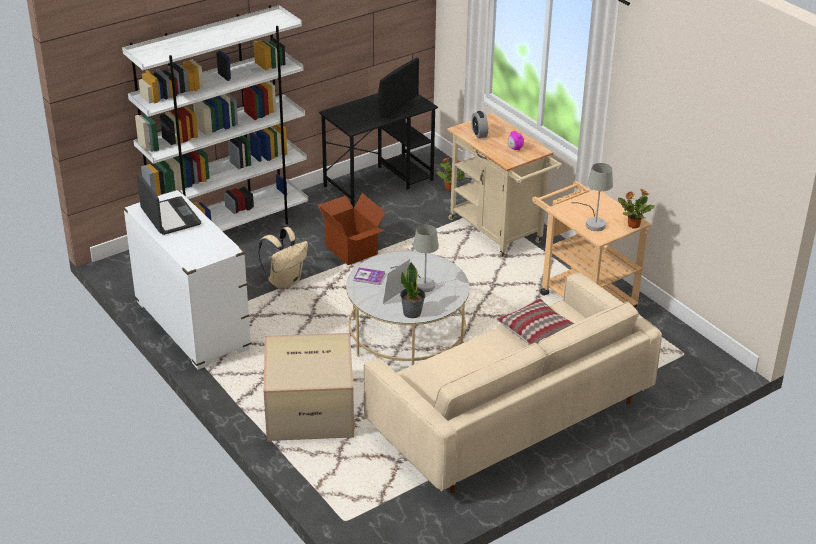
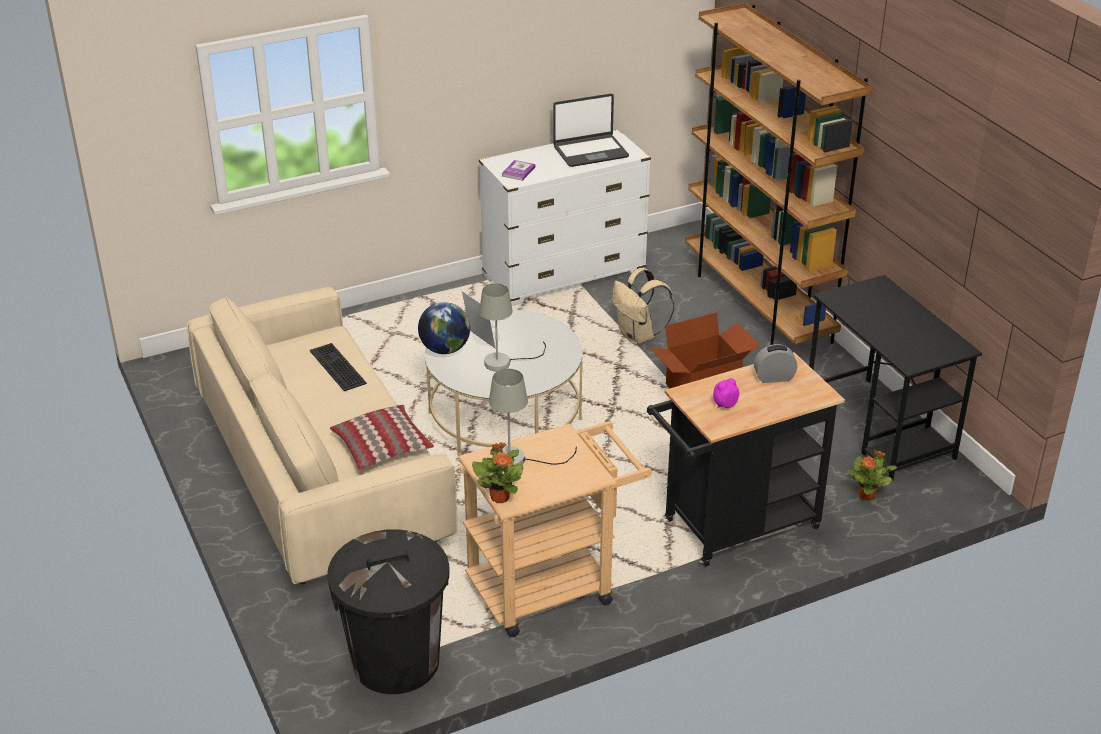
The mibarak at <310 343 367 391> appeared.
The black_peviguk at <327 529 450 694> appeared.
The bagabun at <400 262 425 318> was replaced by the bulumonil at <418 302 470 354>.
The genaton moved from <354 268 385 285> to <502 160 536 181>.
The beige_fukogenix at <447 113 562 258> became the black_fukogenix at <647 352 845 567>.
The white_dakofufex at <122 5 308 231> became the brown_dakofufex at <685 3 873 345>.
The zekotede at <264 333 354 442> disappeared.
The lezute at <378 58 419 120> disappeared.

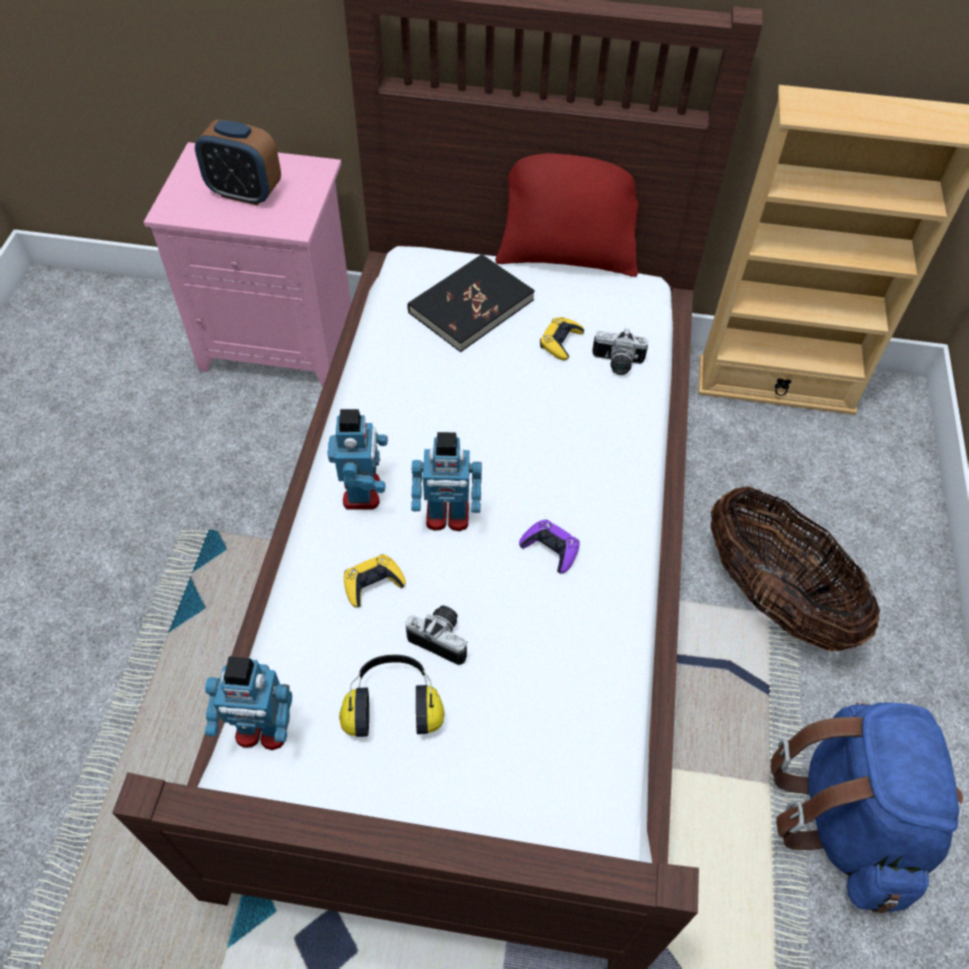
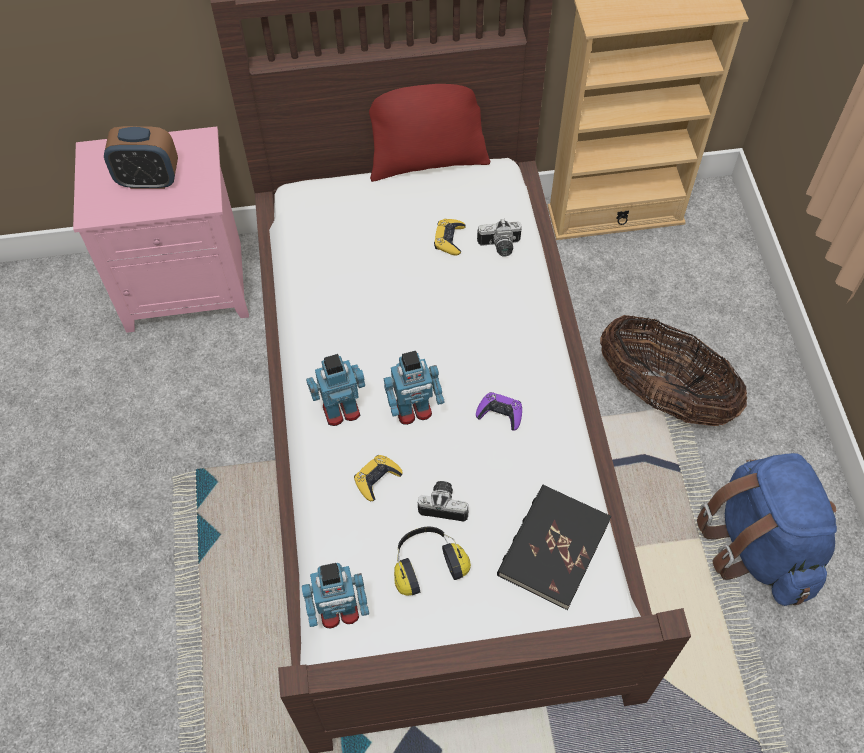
The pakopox at <327 409 388 510> turned 90 degrees counterclockwise.
The black_genaton moved from <407 254 535 352> to <497 485 611 610>.

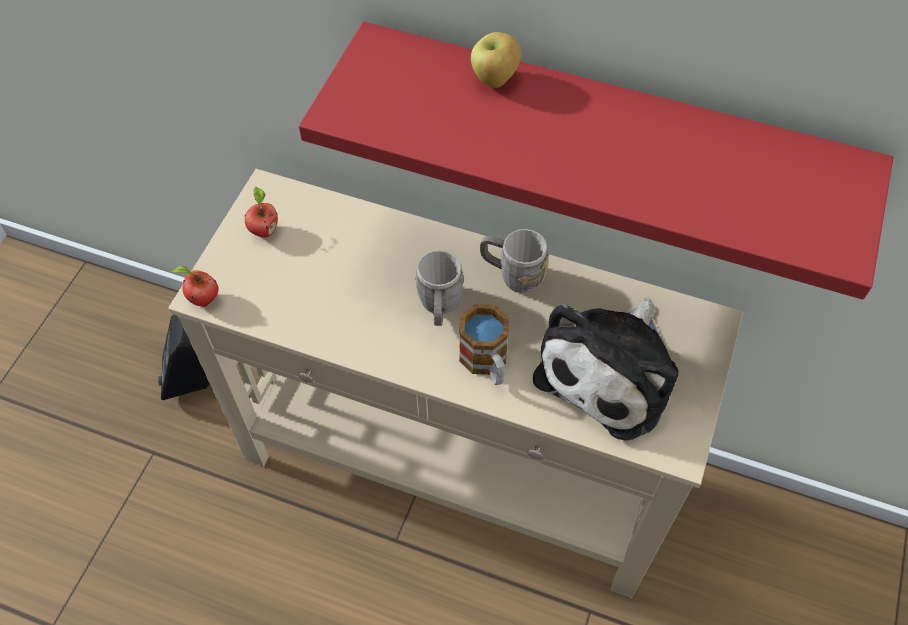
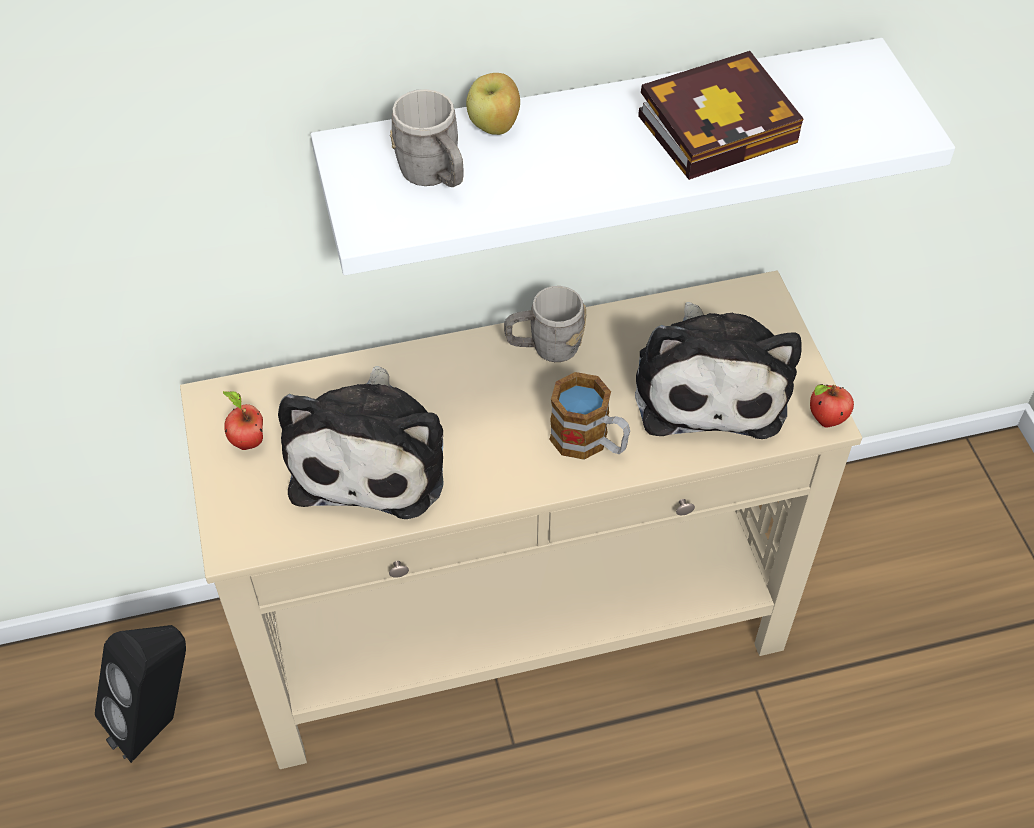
The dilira at <278 366 444 519> appeared.
The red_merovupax at <299 22 894 300> became the white_merovupax at <311 38 955 275>.
The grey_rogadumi moved from <415 250 464 326> to <390 89 463 187>.
The genaton at <638 51 804 180> appeared.
The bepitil moved from <171 266 218 307> to <810 384 854 427>.

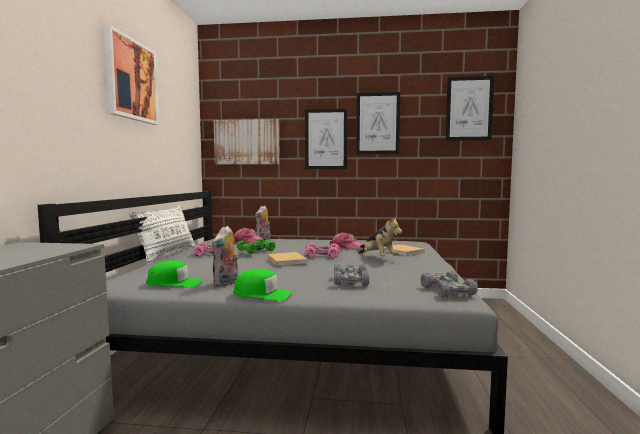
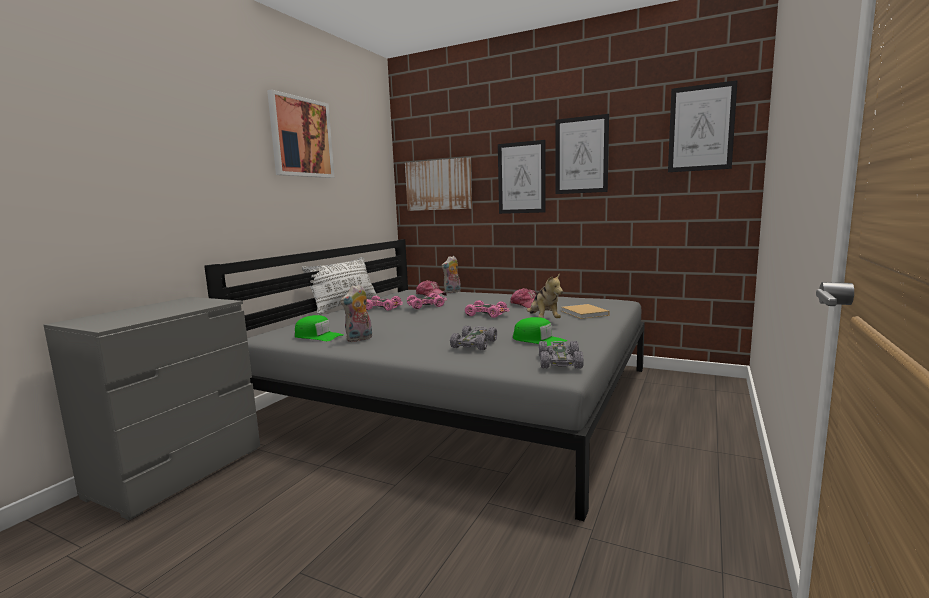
The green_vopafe at <237 238 275 254> became the pink_vopafe at <407 293 447 309>.
The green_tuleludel moved from <234 269 293 301> to <513 317 567 346>.
The beige_genaton at <268 252 308 266> disappeared.

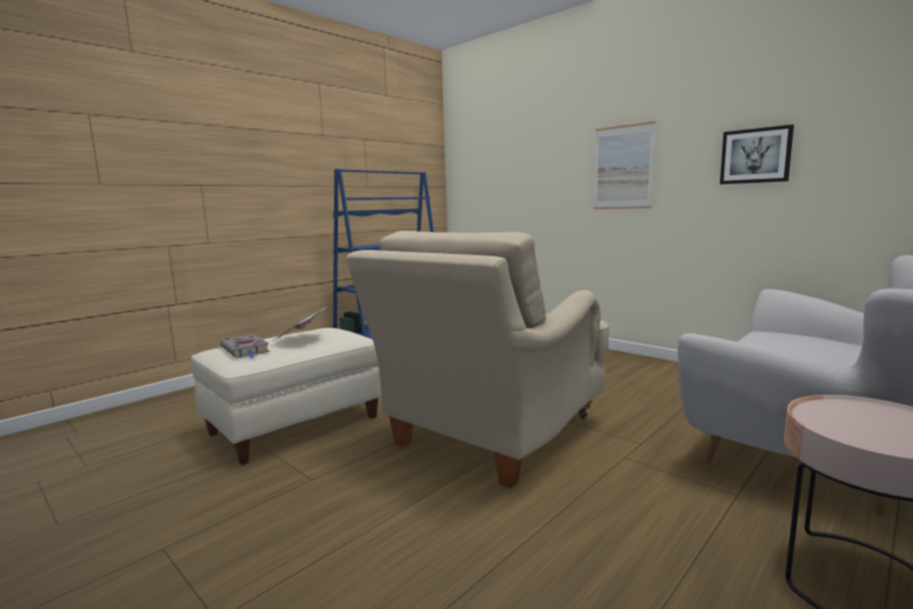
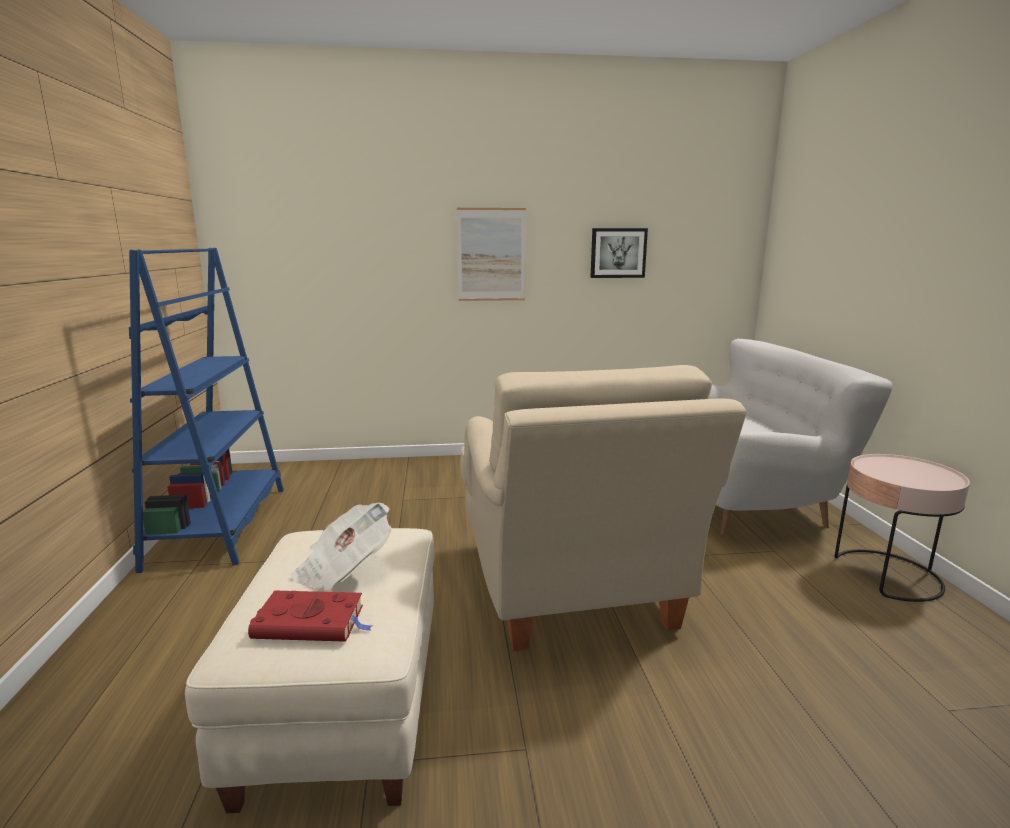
The grey_genaton at <220 334 270 359> became the red_genaton at <248 591 372 642>.

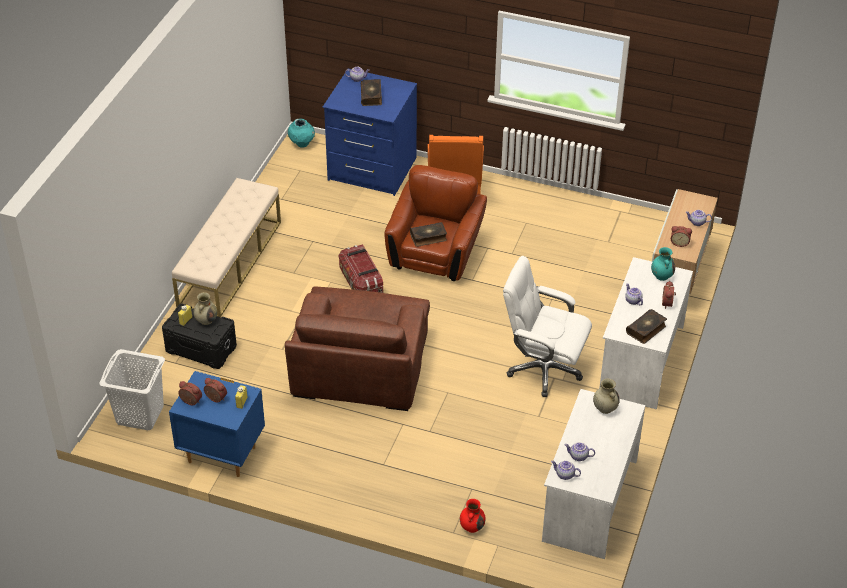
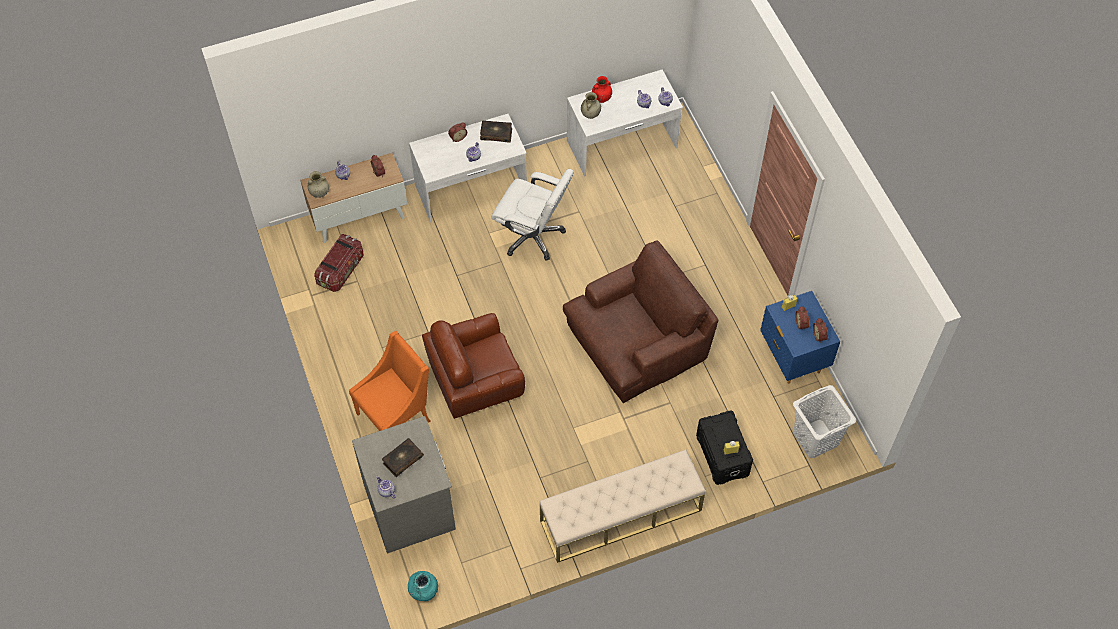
The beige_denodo moved from <193 292 217 325> to <308 171 329 198>.
The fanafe moved from <338 244 383 293> to <314 234 364 292>.
The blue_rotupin at <323 69 417 196> became the grey_rotupin at <352 416 456 554>.
The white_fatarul at <503 256 592 397> turned 45 degrees counterclockwise.
The red_denodo moved from <460 499 486 533> to <592 76 612 103>.
The genaton at <410 222 447 247> disappeared.
The turquoise_denodo at <651 247 675 281> disappeared.

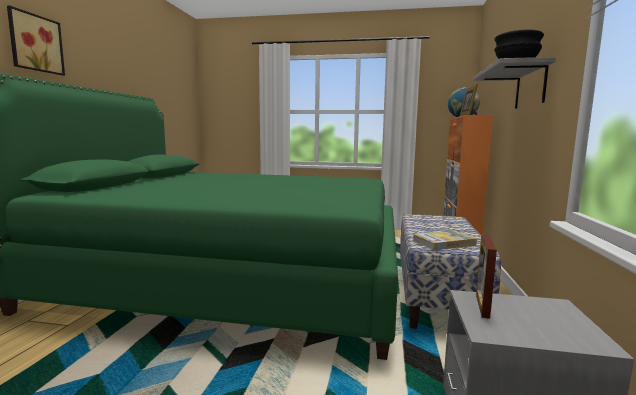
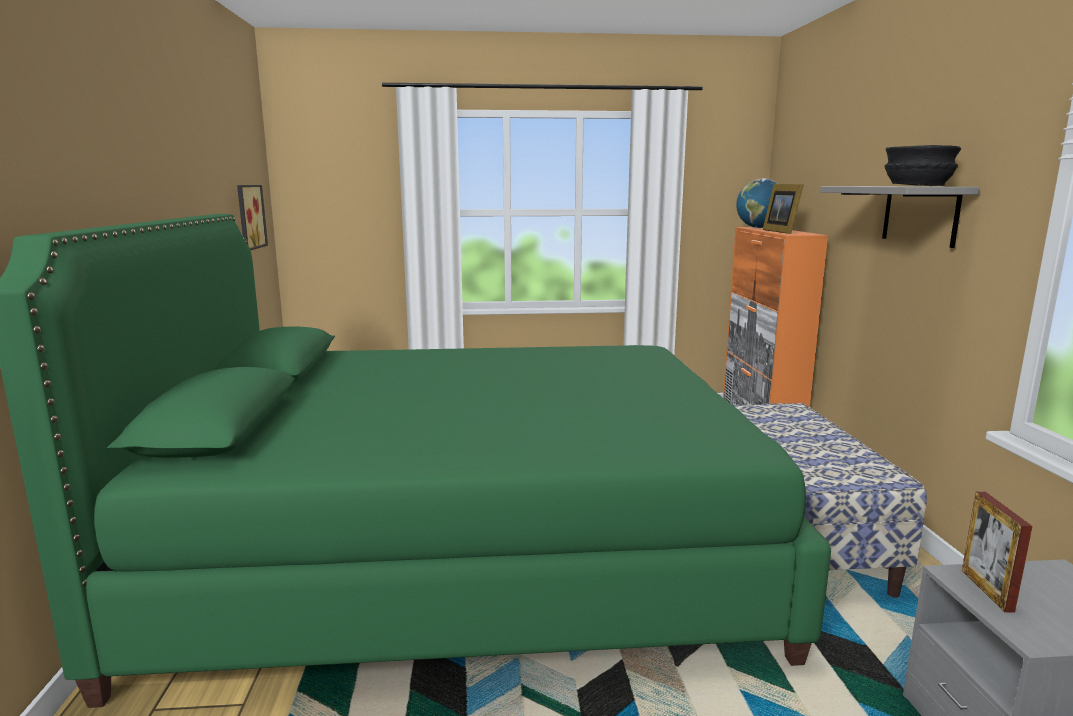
The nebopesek moved from <7 6 65 76> to <237 185 268 251>.
The genaton at <413 230 477 250> disappeared.

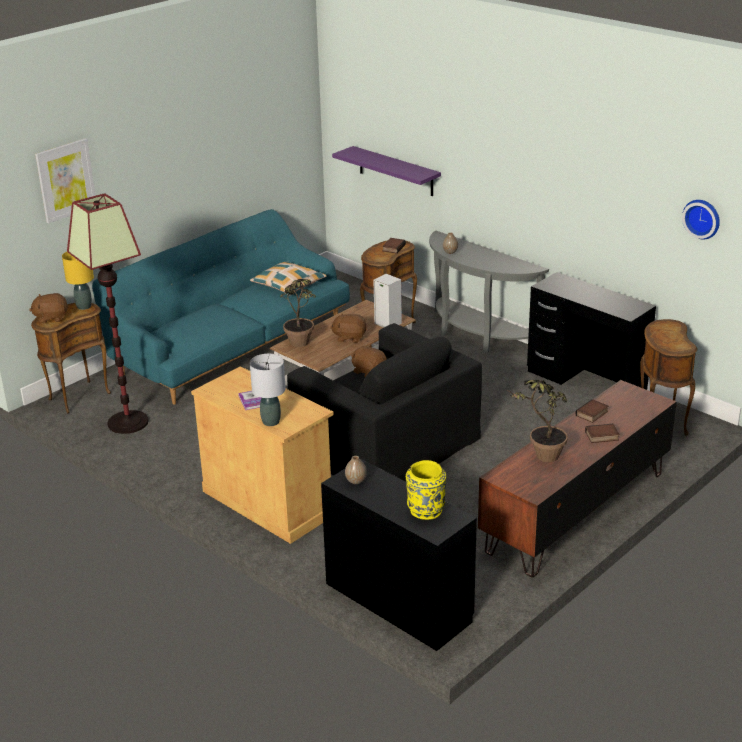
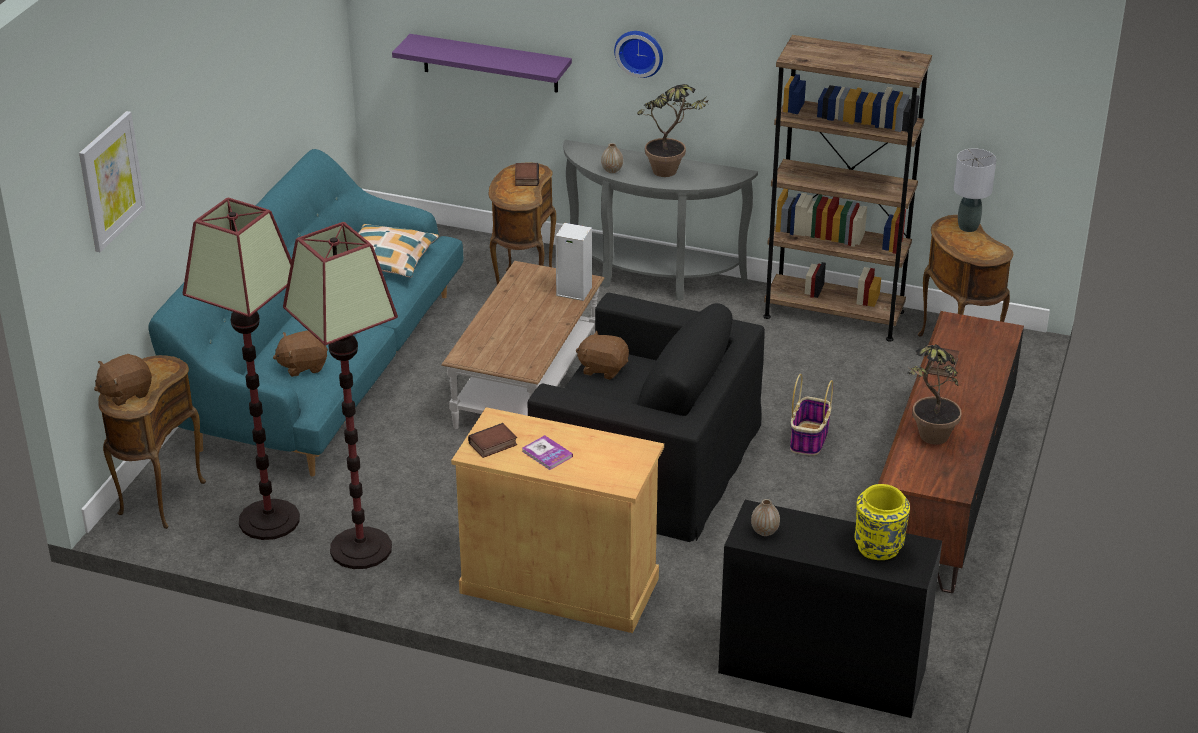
The brown_dilira moved from <330 313 367 343> to <273 330 328 377>.
The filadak at <283 222 398 569> appeared.
The genaton moved from <585 424 620 443> to <468 423 517 458>.
The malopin moved from <682 200 720 239> to <614 31 663 78>.
The bagabun moved from <280 279 316 347> to <637 84 708 177>.
The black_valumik at <527 272 656 390> was replaced by the brown_dakofufex at <763 35 932 342>.
The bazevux at <790 374 833 456> appeared.
The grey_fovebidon moved from <250 354 286 426> to <954 148 996 232>.
The yellow_fovebidon at <62 252 94 310> disappeared.

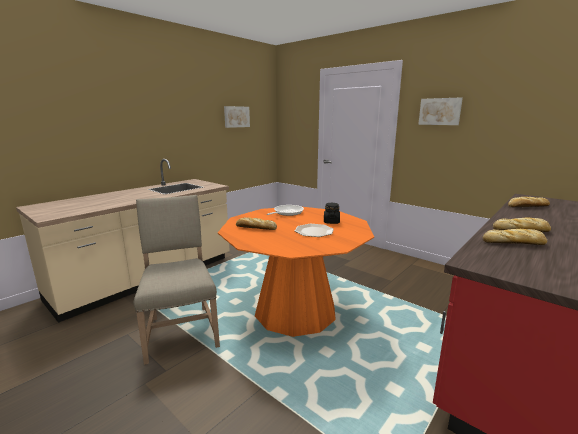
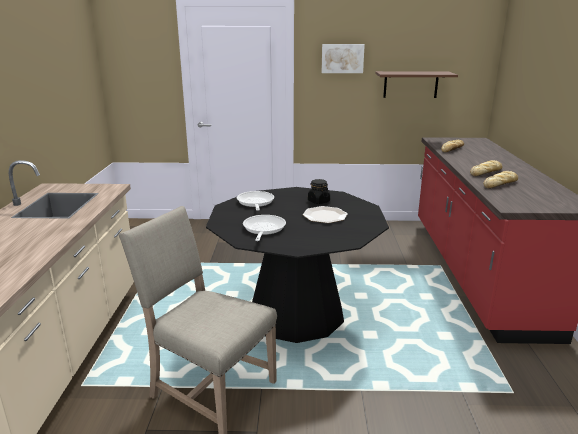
The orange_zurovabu at <218 207 374 337> became the black_zurovabu at <206 187 389 343>.
The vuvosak at <236 217 277 230> was replaced by the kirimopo at <243 215 286 241>.
The brown_merovupax at <375 71 458 98> appeared.
The nebopesek at <224 106 250 128> disappeared.

